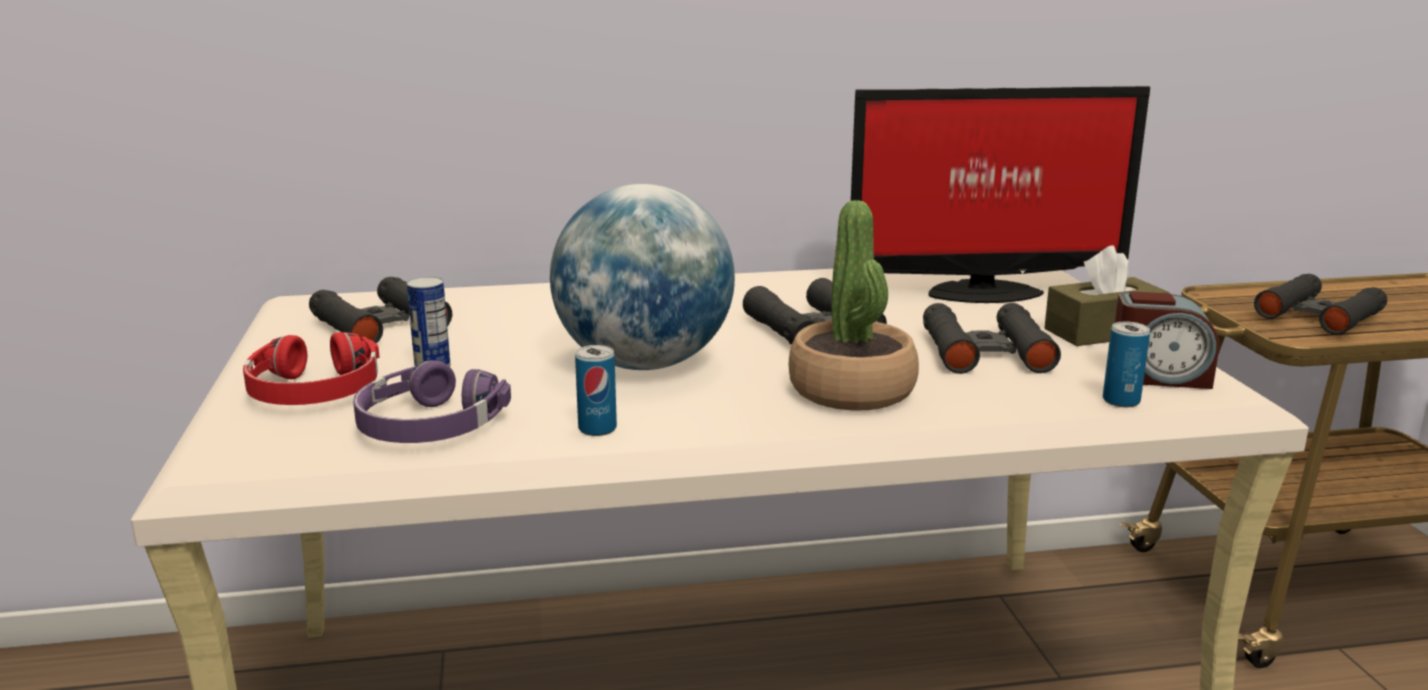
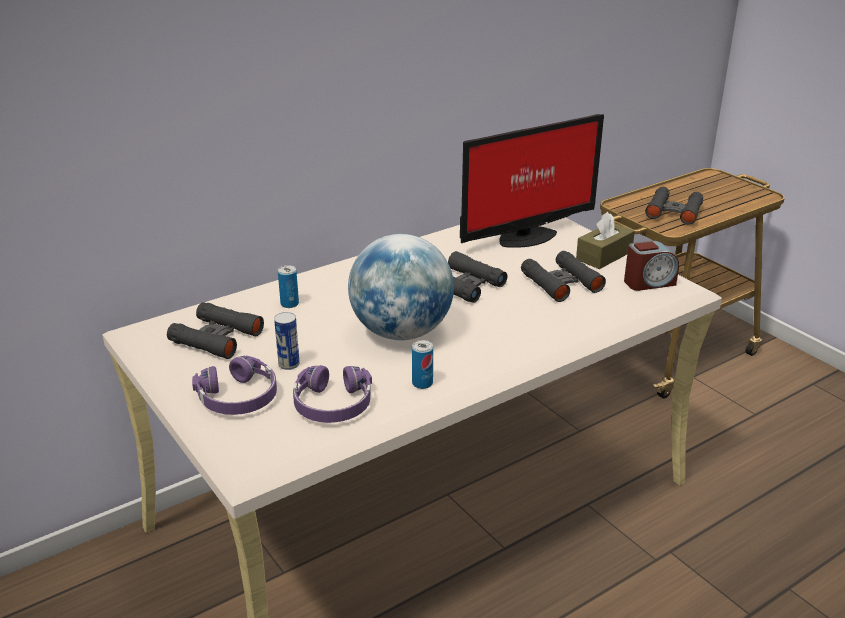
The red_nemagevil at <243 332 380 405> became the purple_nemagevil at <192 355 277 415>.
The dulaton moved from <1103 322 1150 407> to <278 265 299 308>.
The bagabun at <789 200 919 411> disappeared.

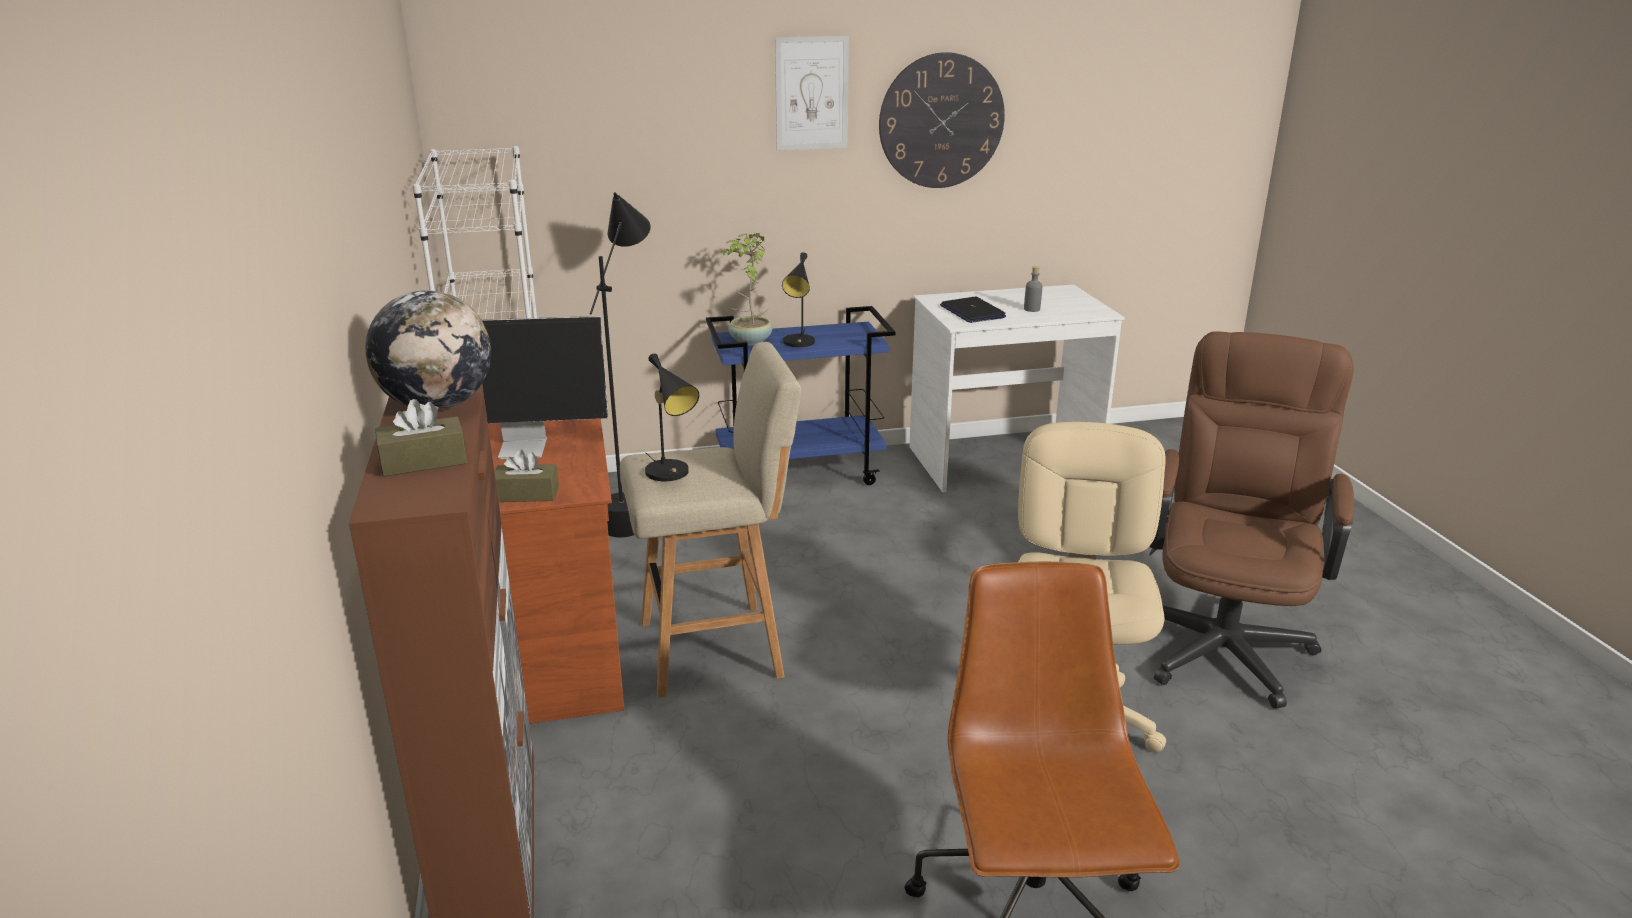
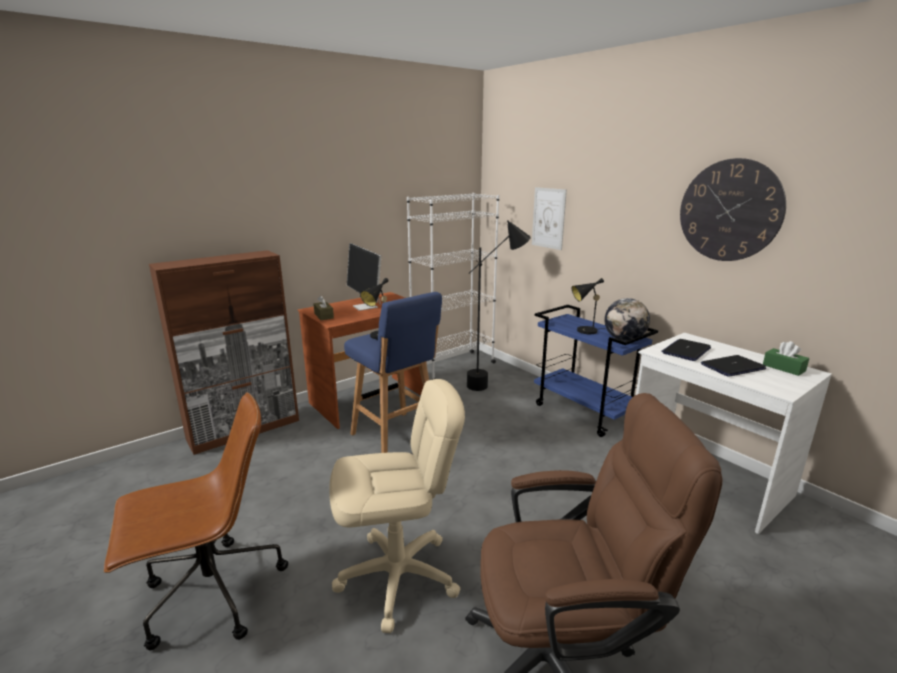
The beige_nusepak at <620 342 801 698> became the blue_nusepak at <344 292 442 453>.
The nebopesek moved from <775 36 849 151> to <532 187 567 250>.
The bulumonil moved from <365 290 491 410> to <604 298 650 341>.
The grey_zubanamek at <1024 266 1042 312> was replaced by the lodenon at <701 355 766 377>.
The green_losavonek at <763 341 809 376> appeared.
The brown_losavonek at <375 399 467 476> disappeared.
The bagabun at <721 233 773 346> disappeared.

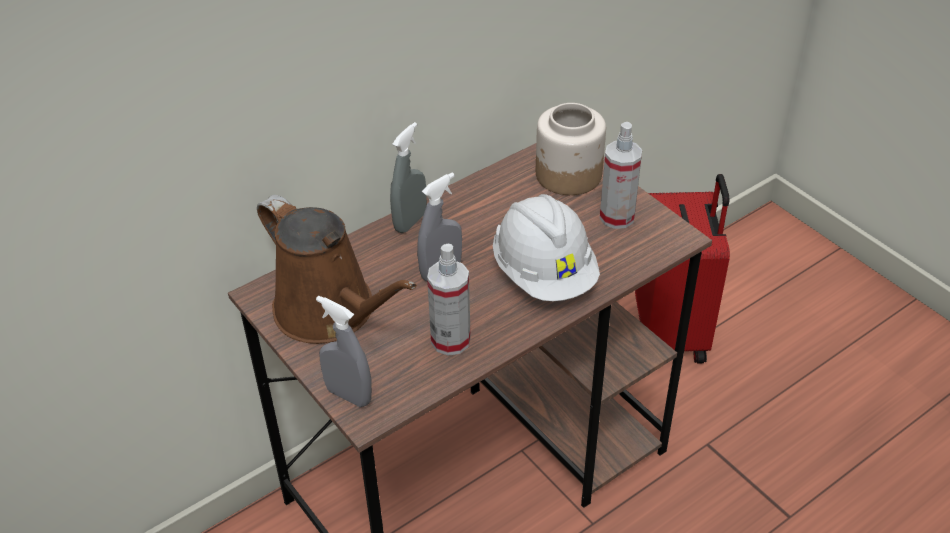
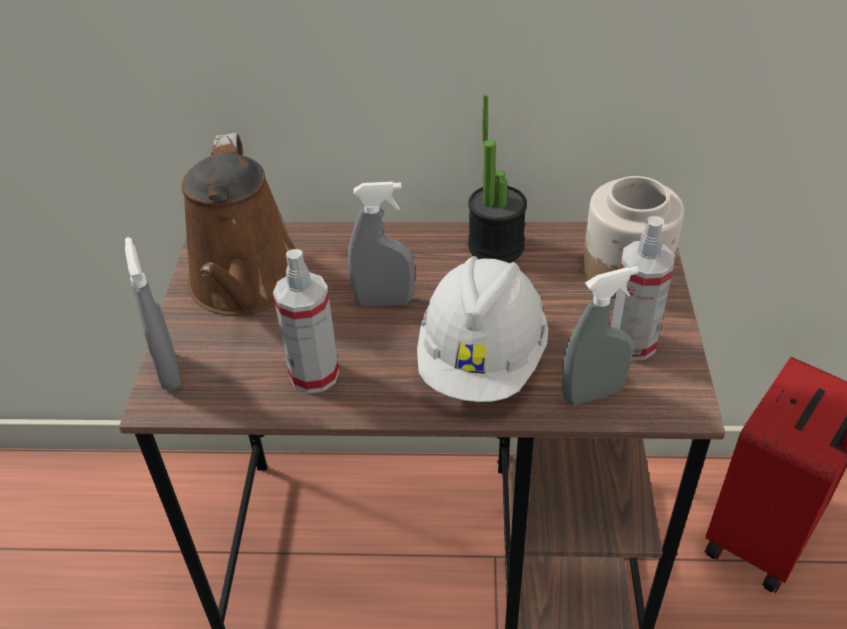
The bagabun at <468 94 527 263> appeared.
The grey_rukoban moved from <390 122 427 233> to <562 266 639 405>.

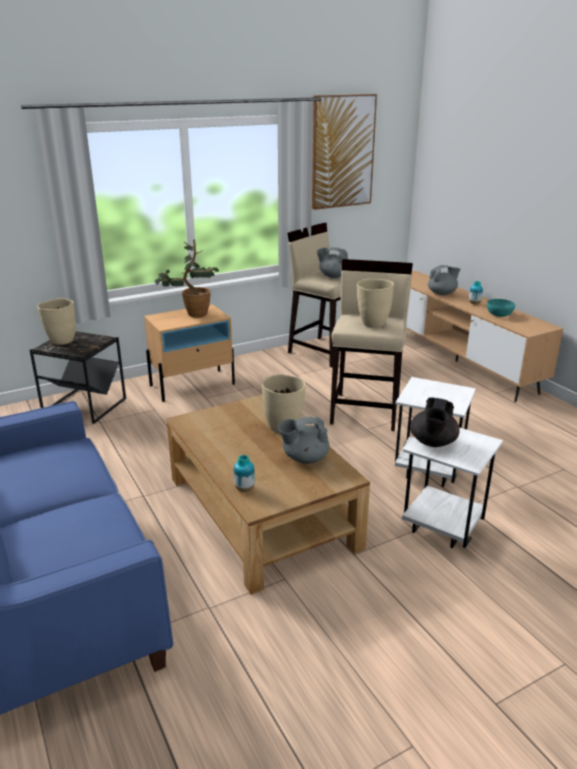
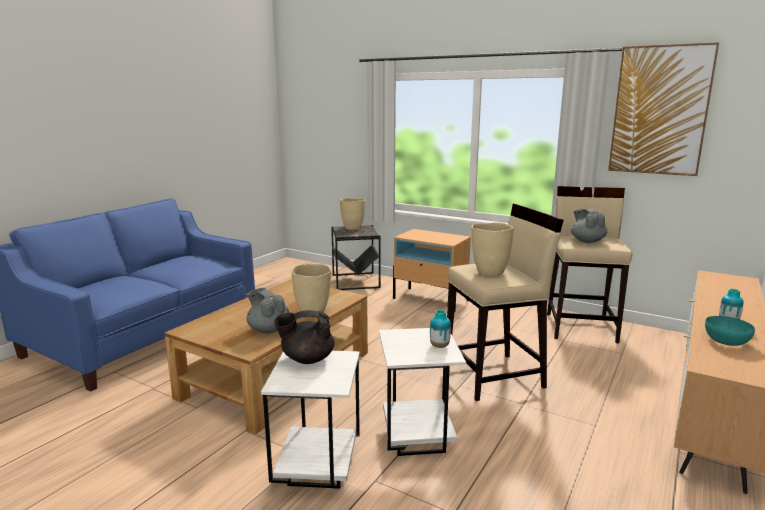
The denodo moved from <234 455 255 492> to <430 310 451 348>.
The bagabun at <155 240 219 318> disappeared.
The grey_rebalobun at <428 265 460 295> disappeared.

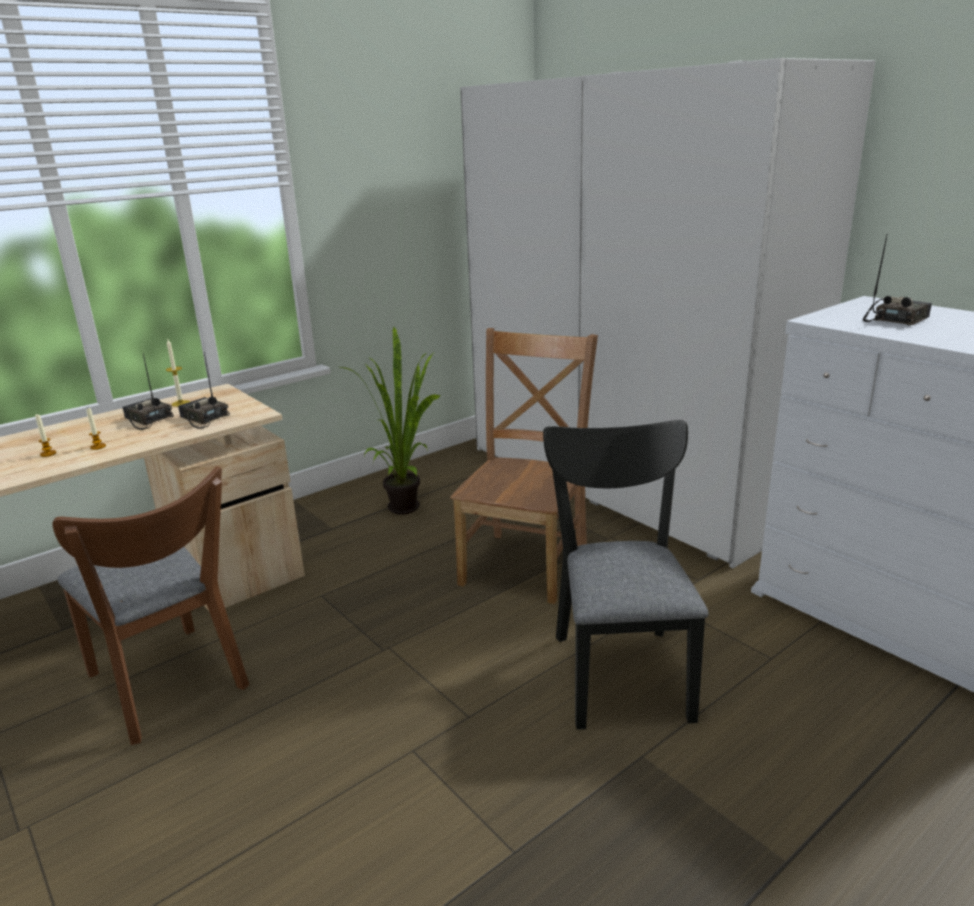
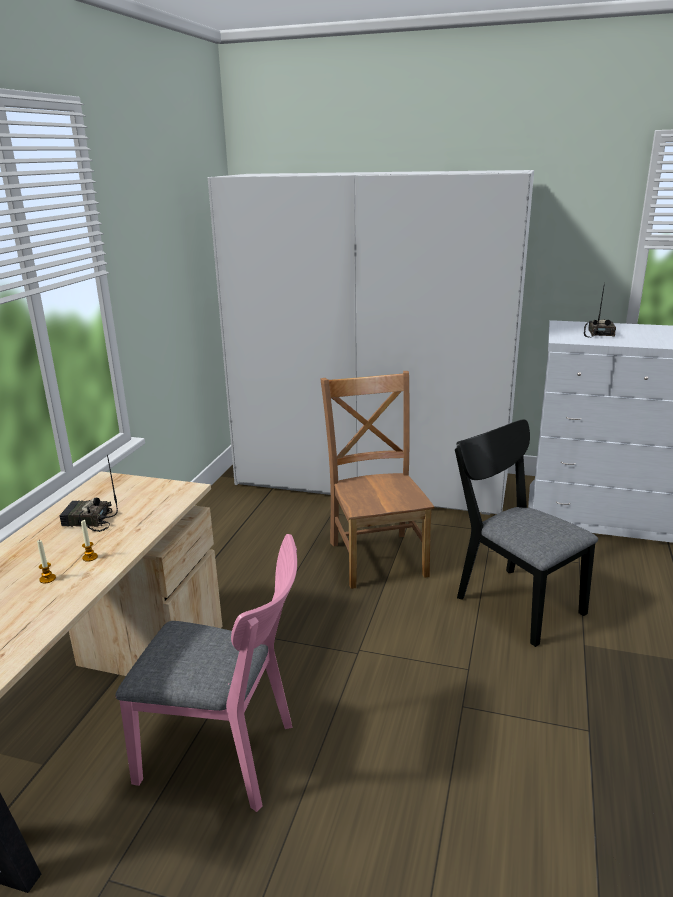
The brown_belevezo at <52 466 249 745> became the pink_belevezo at <115 534 297 812>.
The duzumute at <166 340 190 407> disappeared.
The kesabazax at <178 352 230 429> disappeared.
The bagabun at <340 327 441 515> disappeared.

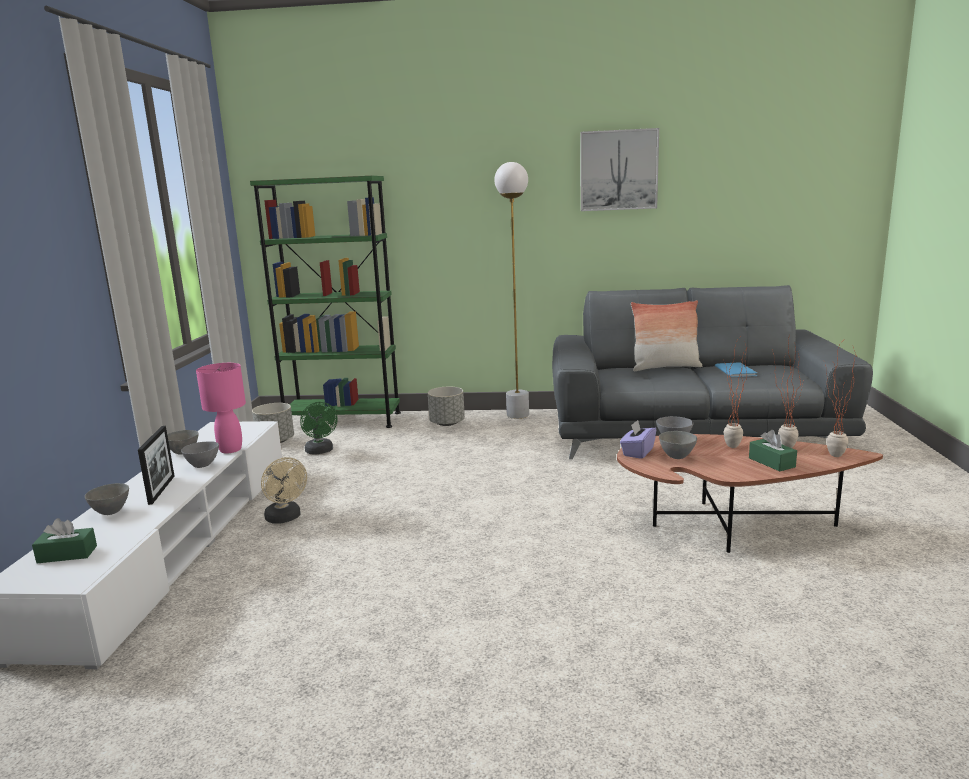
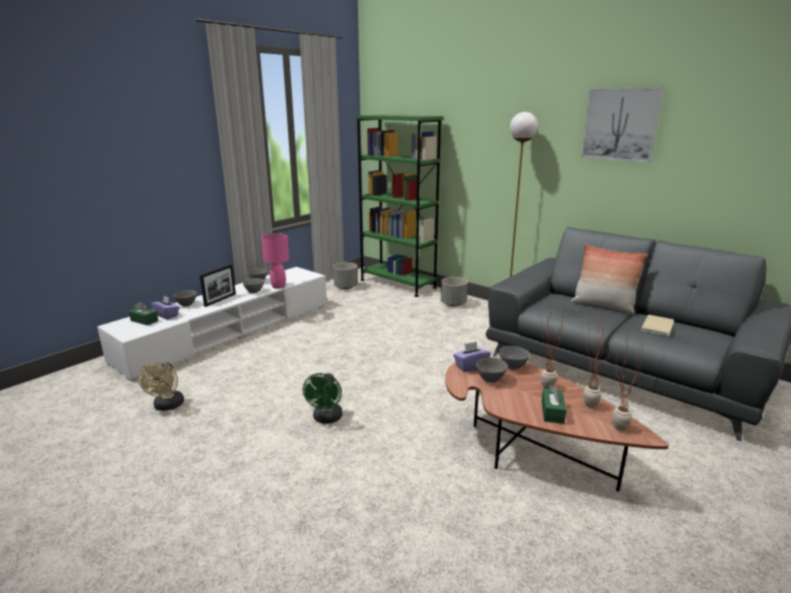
The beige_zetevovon moved from <261 457 307 524> to <138 362 184 411>.
The purple_losavonek at <151 296 179 319> appeared.
The green_zetevovon moved from <300 402 338 455> to <303 373 342 423>.
The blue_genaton at <715 362 757 377> became the beige_genaton at <641 315 674 336>.

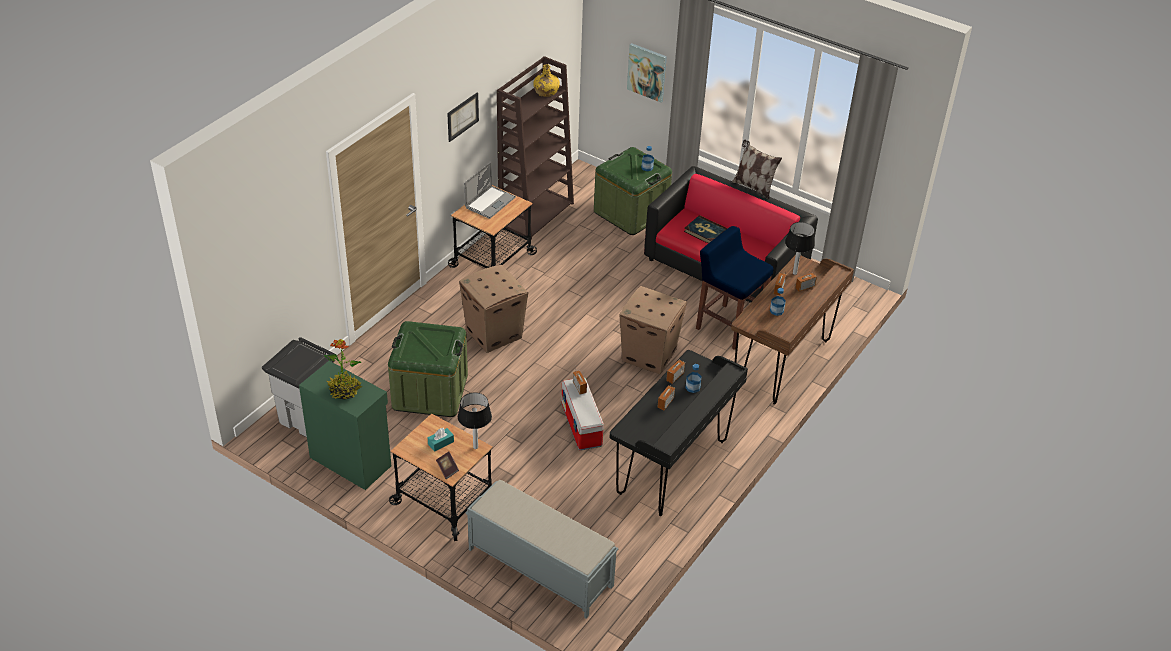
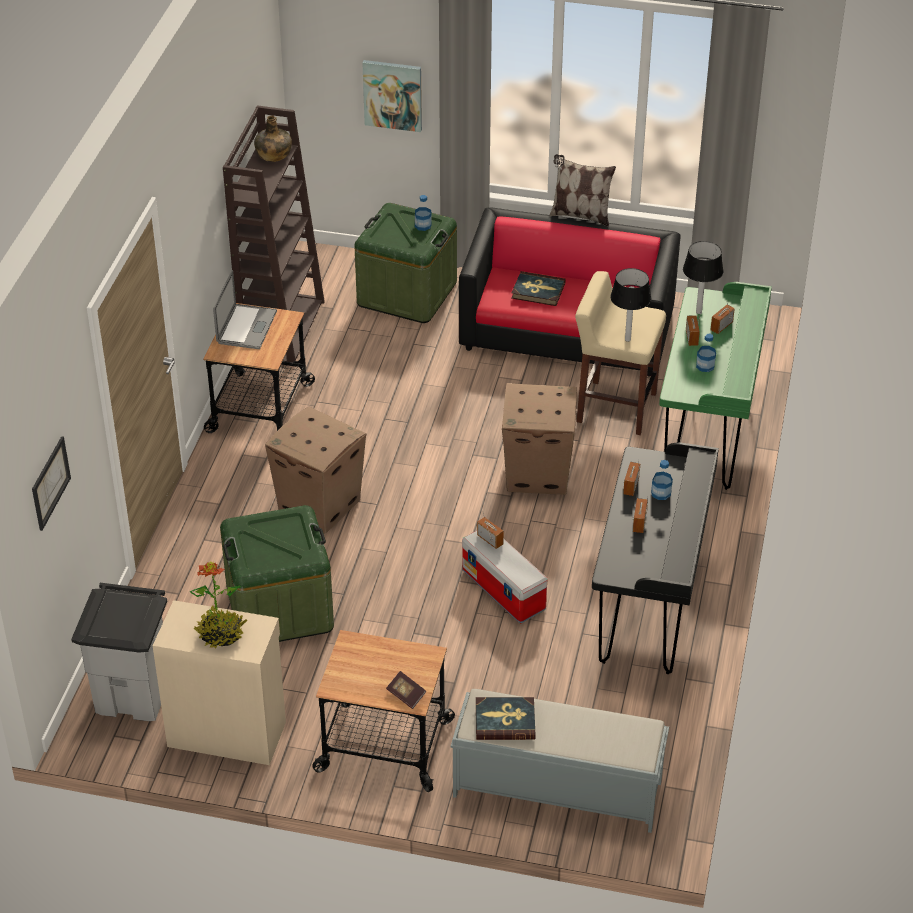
The nebopesek moved from <447 93 479 142> to <32 436 71 531>.
The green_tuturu at <299 361 391 490> became the beige_tuturu at <153 600 286 765>.
The yellow_zubanamek at <533 64 560 97> became the green_zubanamek at <254 115 292 162>.
The genaton at <476 697 535 740> appeared.
The blue_nusepak at <696 226 774 350> became the beige_nusepak at <575 271 666 435>.
The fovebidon moved from <458 392 492 449> to <610 268 651 342>.
The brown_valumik at <731 255 854 404> became the green_valumik at <659 282 772 490>.
The turquoise_losavonek at <428 428 454 452> disappeared.

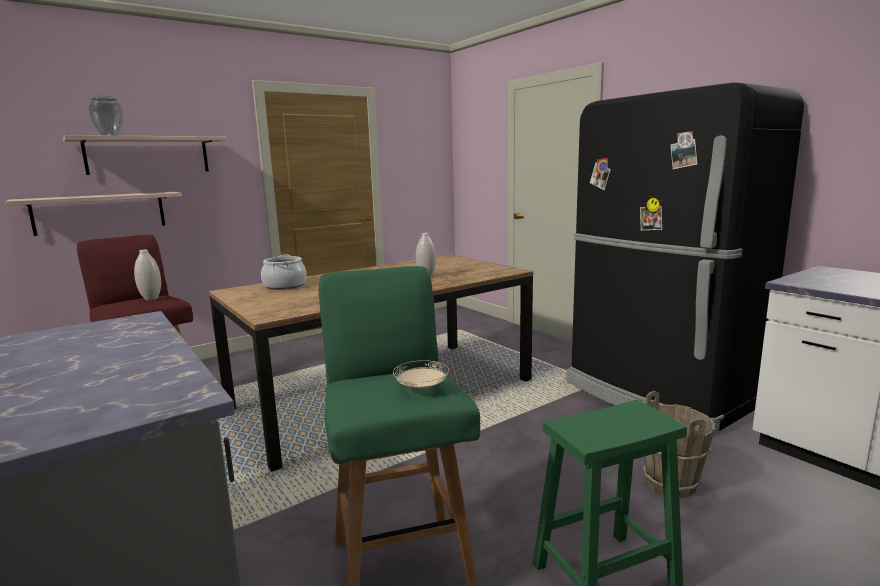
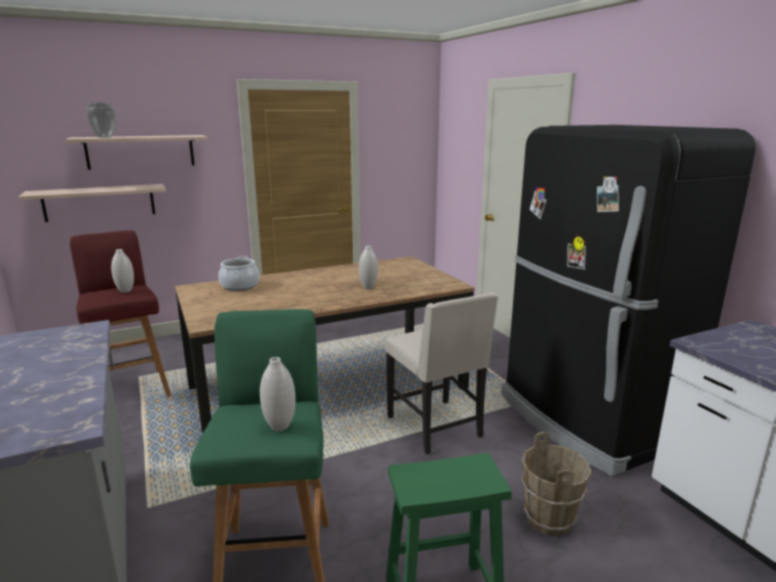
The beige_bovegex at <393 360 449 389> was replaced by the white_denodo at <260 357 296 431>.
The beige_belevezo at <385 292 498 454> appeared.

